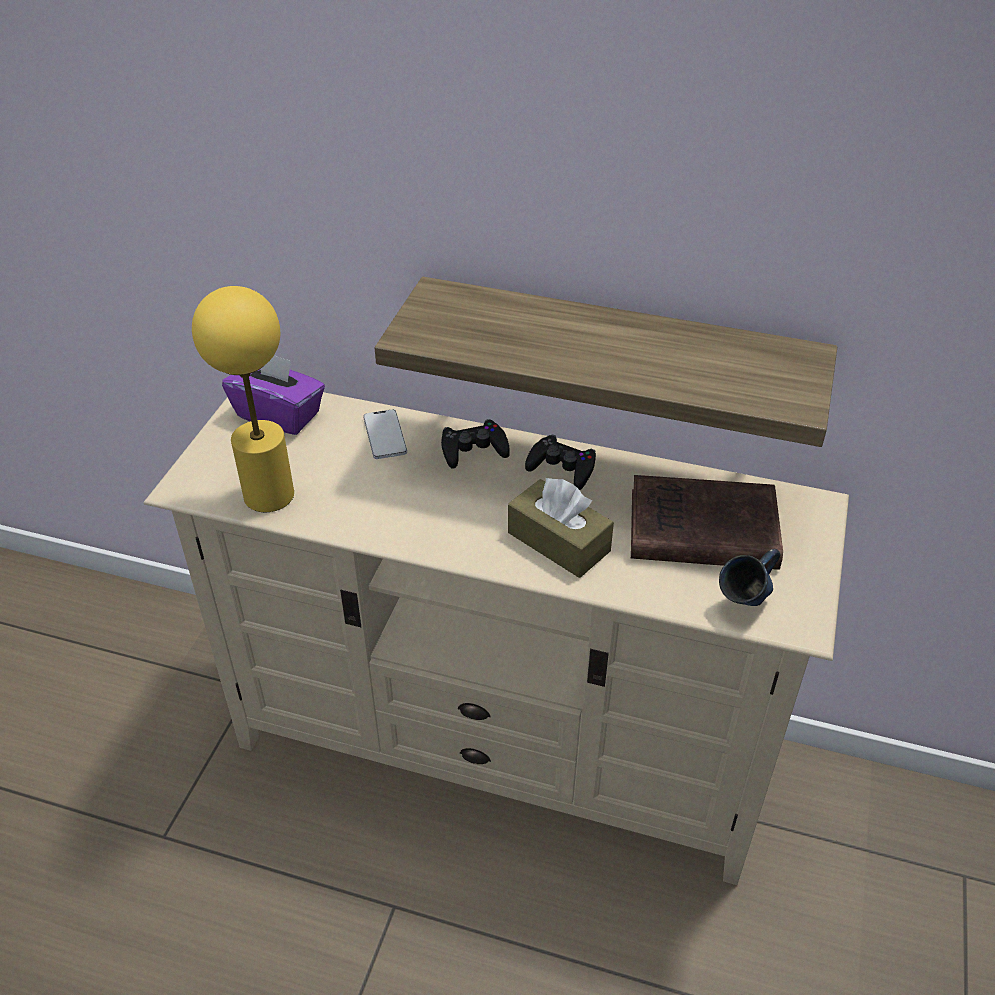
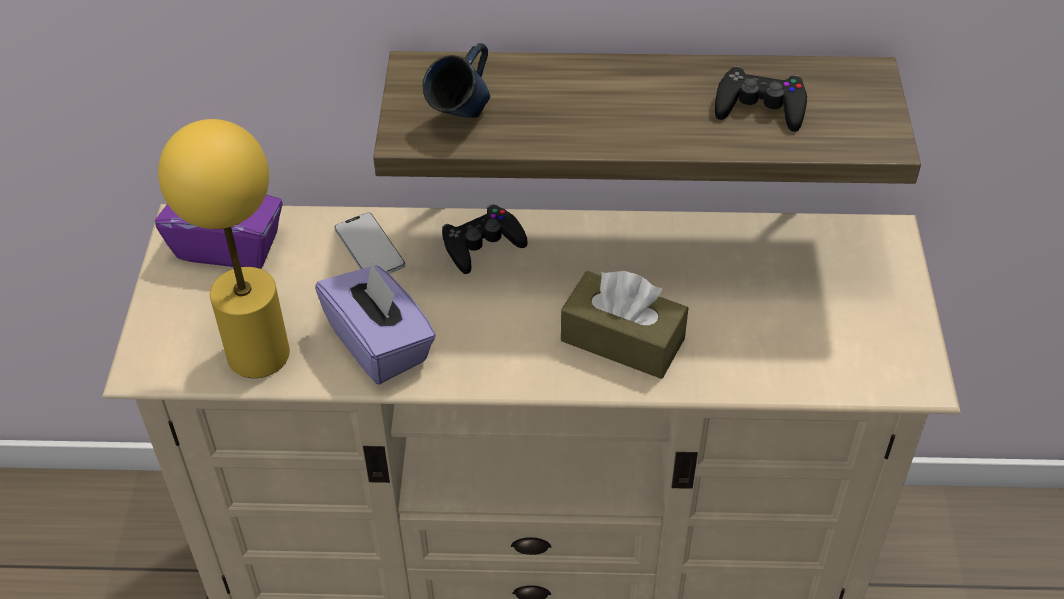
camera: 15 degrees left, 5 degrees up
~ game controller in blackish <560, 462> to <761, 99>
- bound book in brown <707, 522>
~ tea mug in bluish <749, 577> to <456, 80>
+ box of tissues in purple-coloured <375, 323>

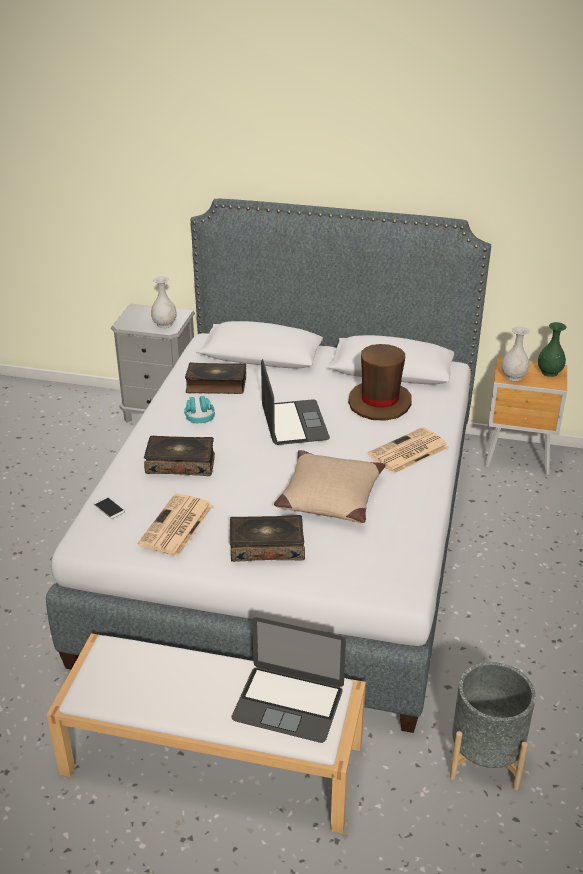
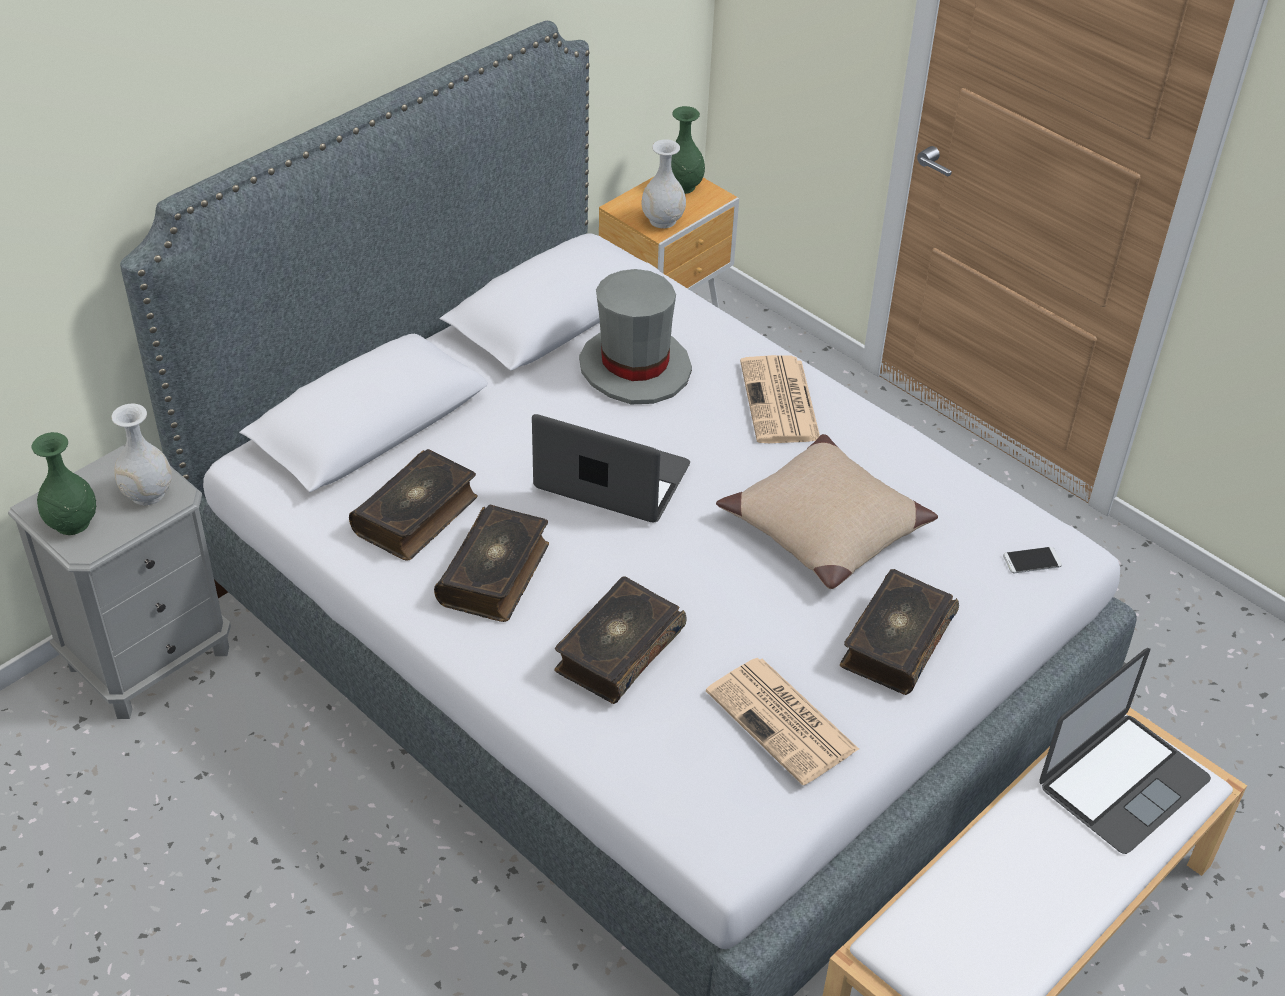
camera: 60 degrees left, 10 degrees up
~ phone <109, 508> to <1032, 560>
~ pair of headphones in blue-green <199, 409> to bound book <491, 563>
~ wearable hat in brown <380, 382> to wearable hat in gray <635, 336>
- planter in gray <493, 726>
+ vase in greenish <64, 483>

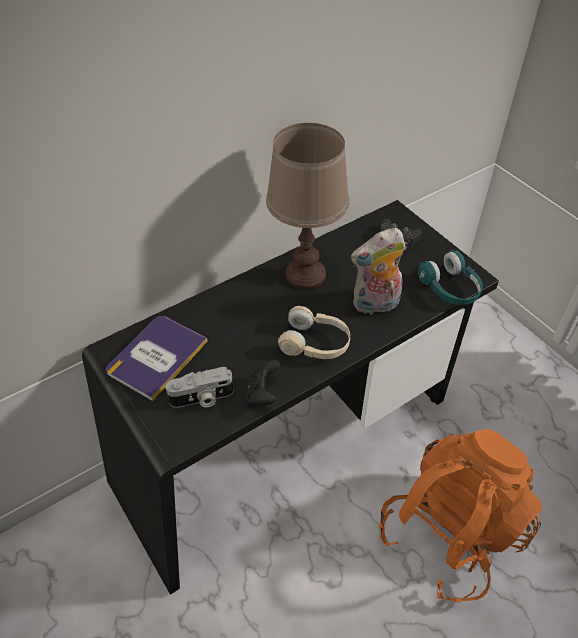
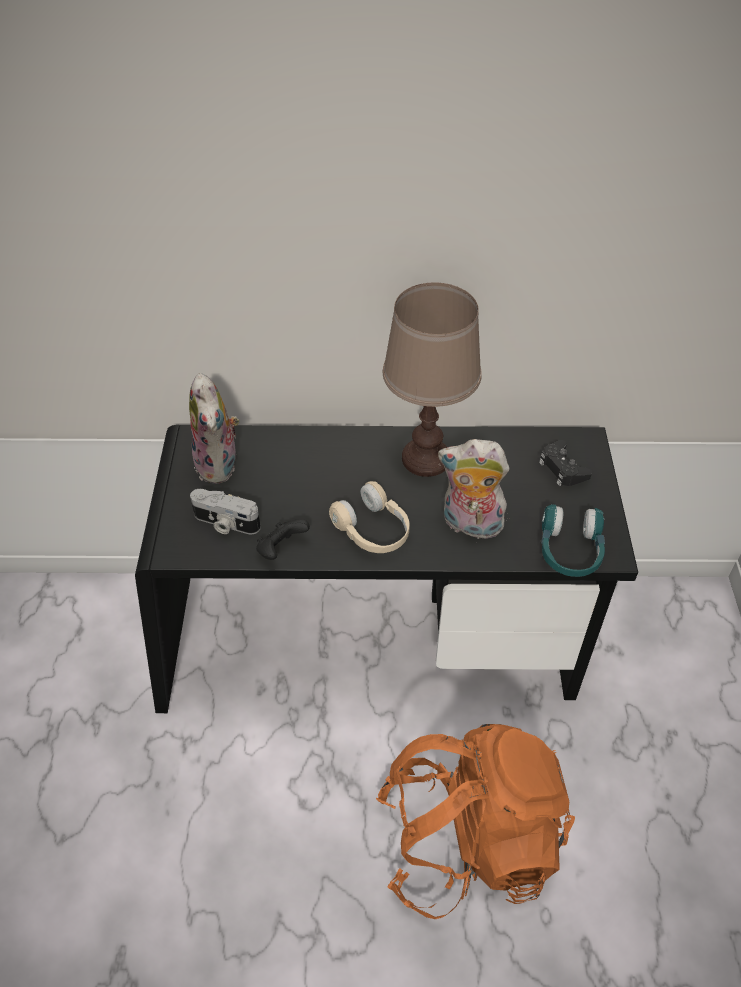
camera: 35 degrees right, 0 degrees up
~ bound book <157, 358> to soft toy <214, 428>

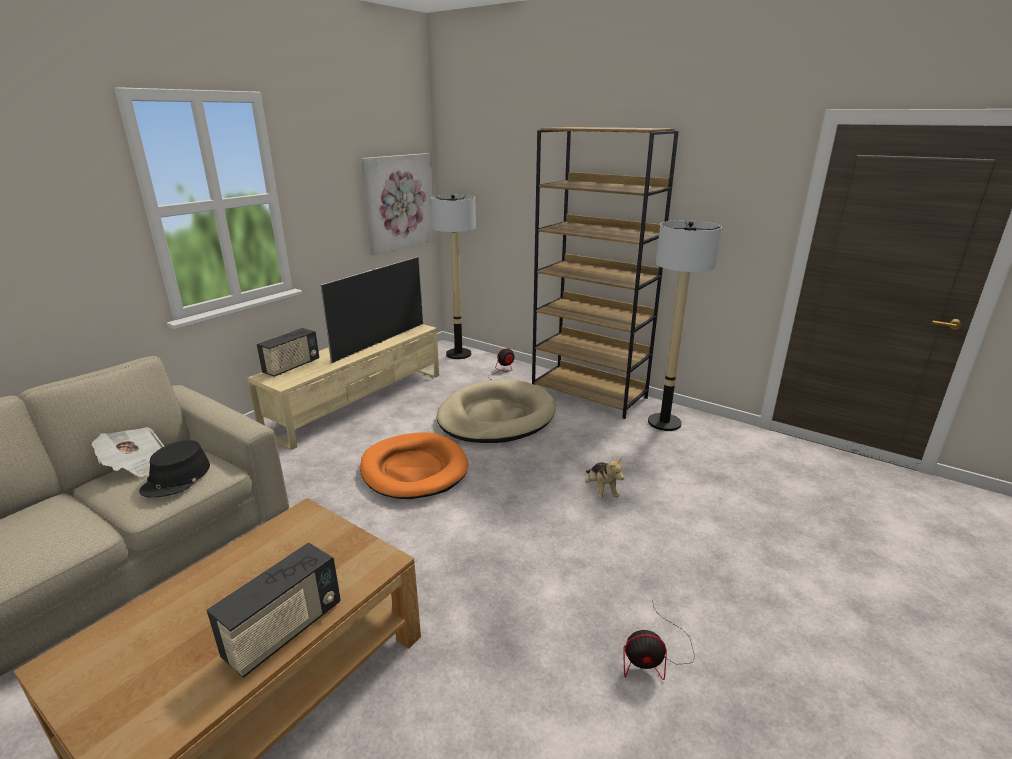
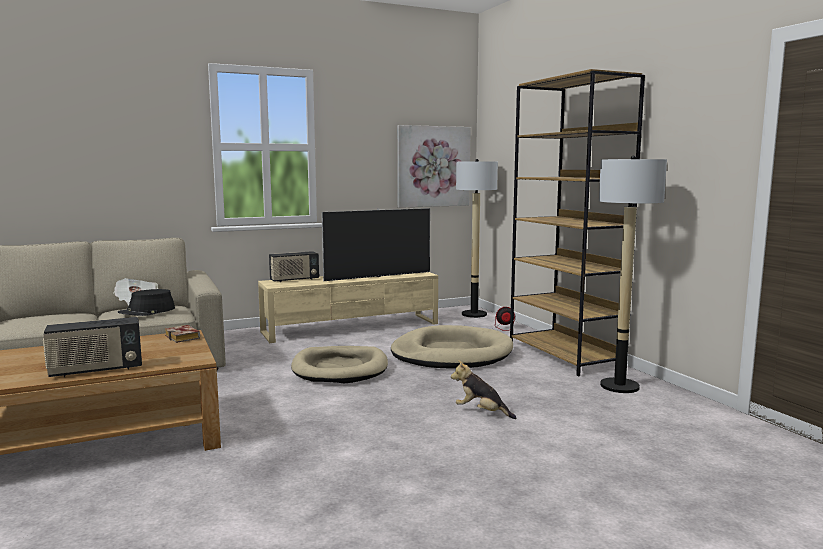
camera: 30 degrees right, 15 degrees down
~ dog bed in orange <414, 466> to dog bed in beige-coloured <339, 364>
~ soft toy <604, 477> = <484, 389> 105 degrees clockwise
- fan <659, 640>
+ bound book <182, 334>

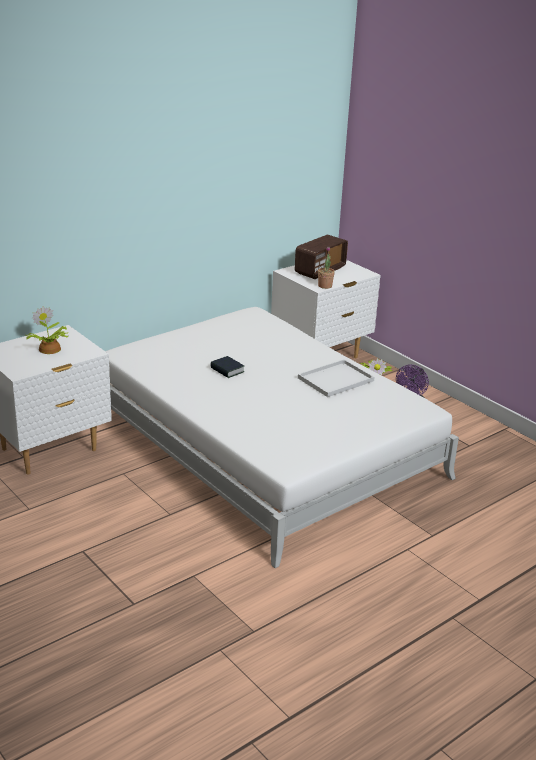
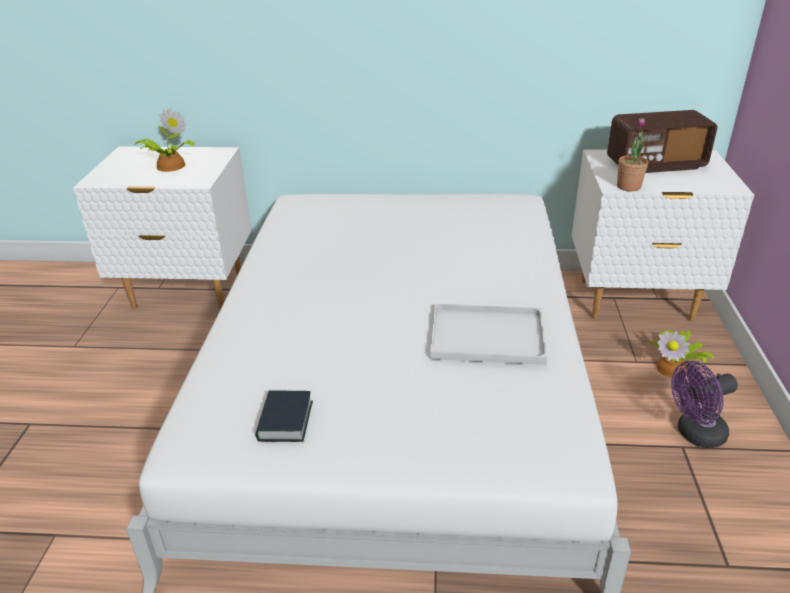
camera: 45 degrees right, 5 degrees up
~ bound book <227, 367> to <284, 416>

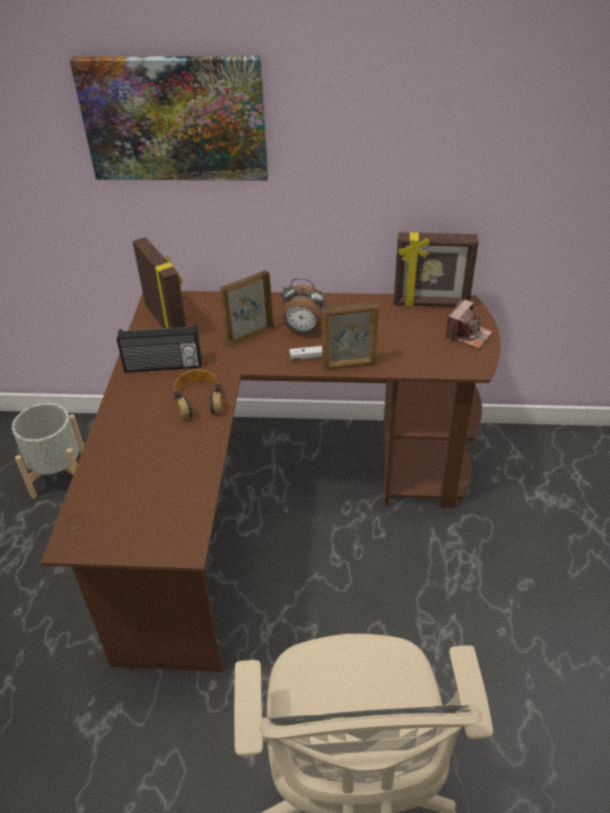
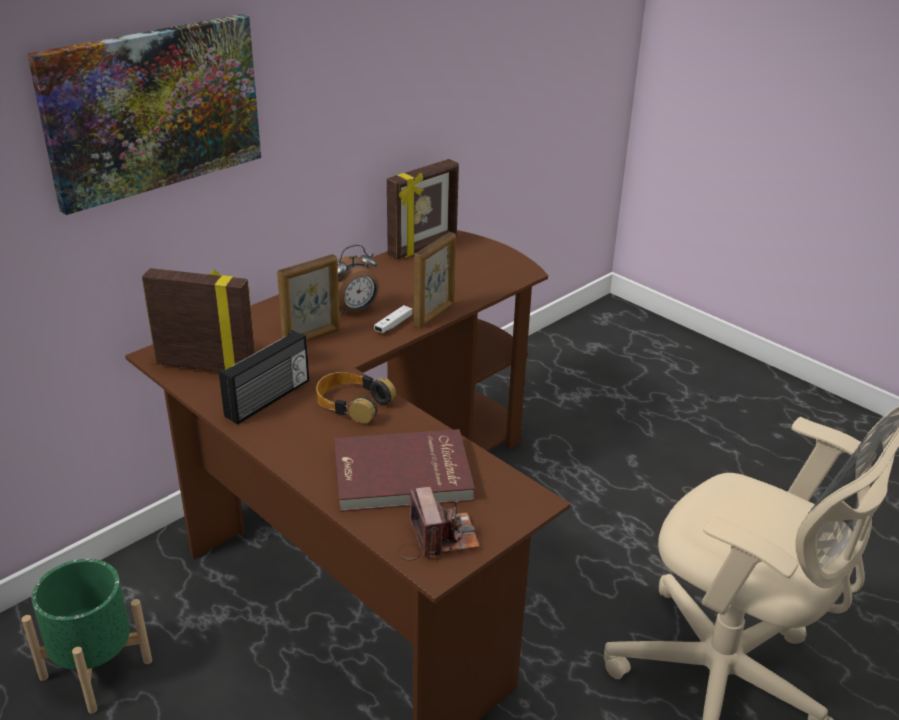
camera: 50 degrees left, 10 degrees down
~ planter in gray <48, 451> to planter in greenish <86, 636>
~ standing frame <247, 309> = <308, 297> 135 degrees counterclockwise
~ photo camera <469, 324> to <445, 523>
+ bound book in red <404, 470>

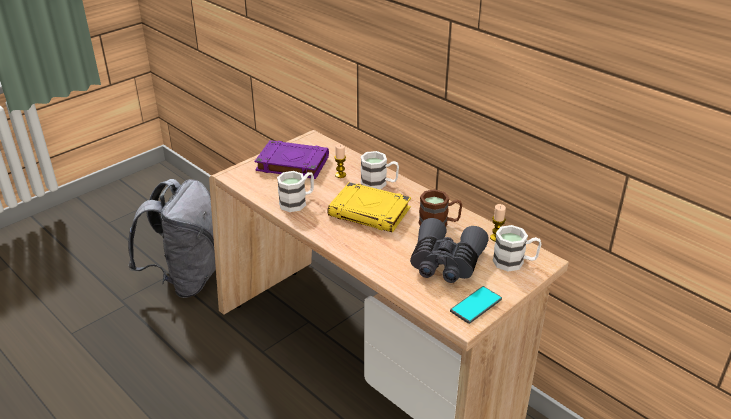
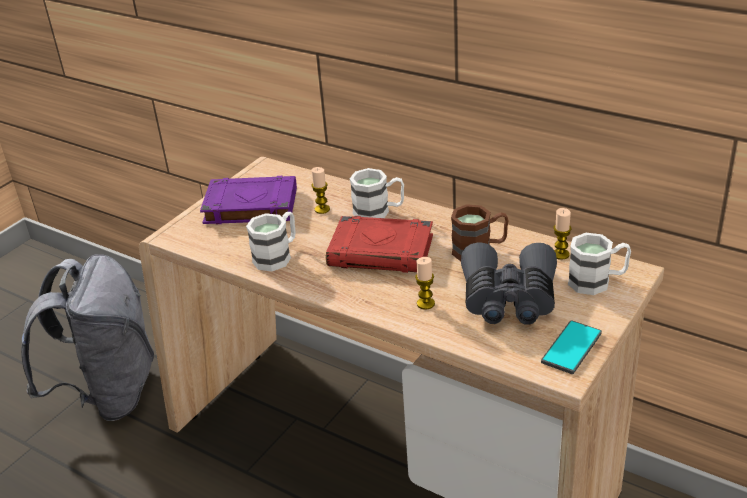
camera: 10 degrees left, 0 degrees up
~ bound book in yellowish <369, 207> to bound book in red <379, 244>
+ wax candle <425, 283>

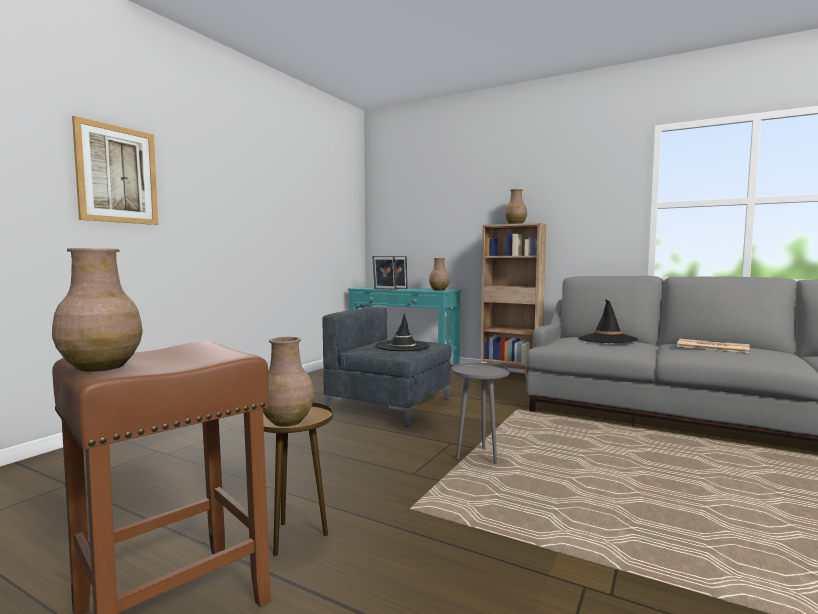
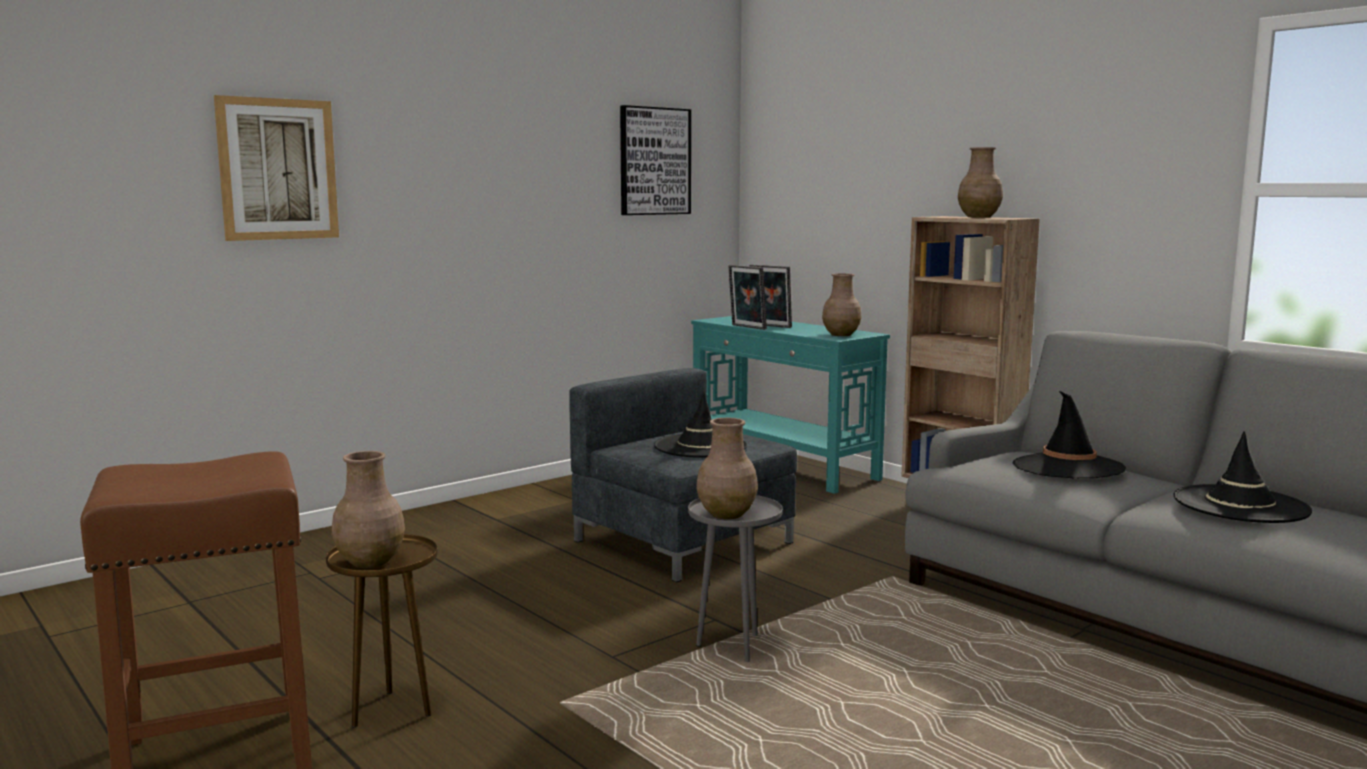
camera: 20 degrees right, 5 degrees up
~ vase in brown <97, 310> to <727, 468>
~ printed paper <713, 346> to wearable hat in blackish <1243, 477>
+ wall art <655, 160>

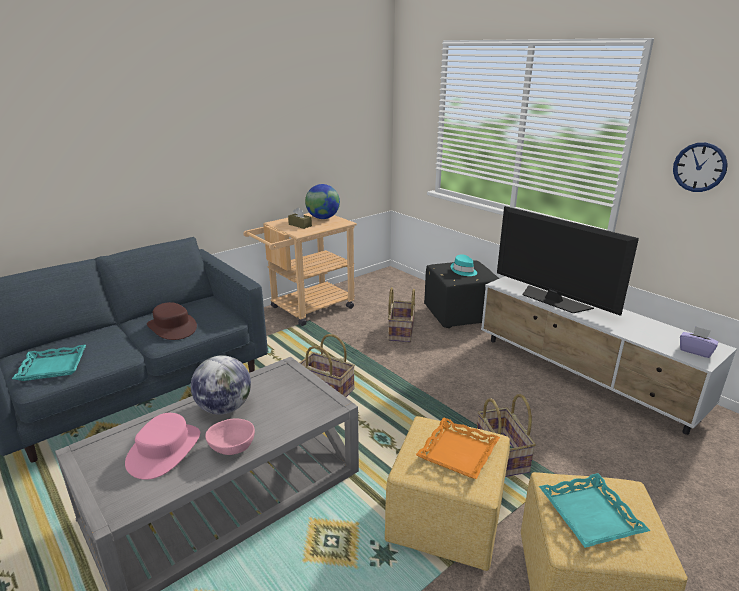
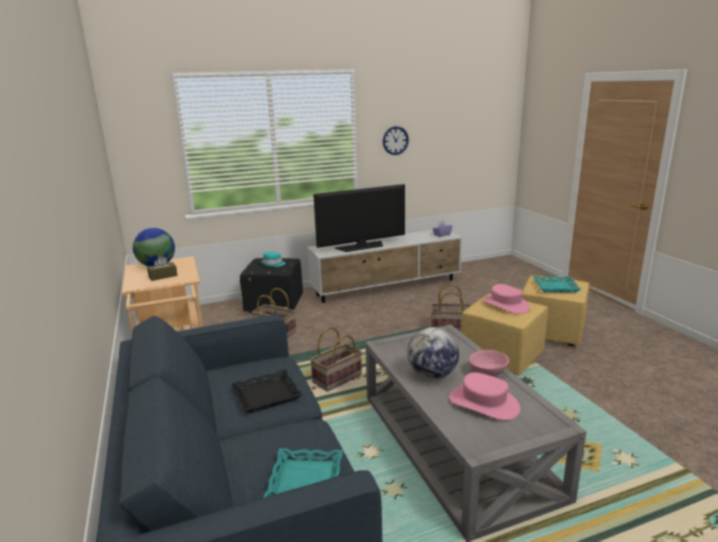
camera: 70 degrees left, 5 degrees down
~ wearable hat in brown <172, 321> to carrying tray in blackish <267, 391>
~ carrying tray in orange <458, 448> to wearable hat in pinkish <506, 299>

